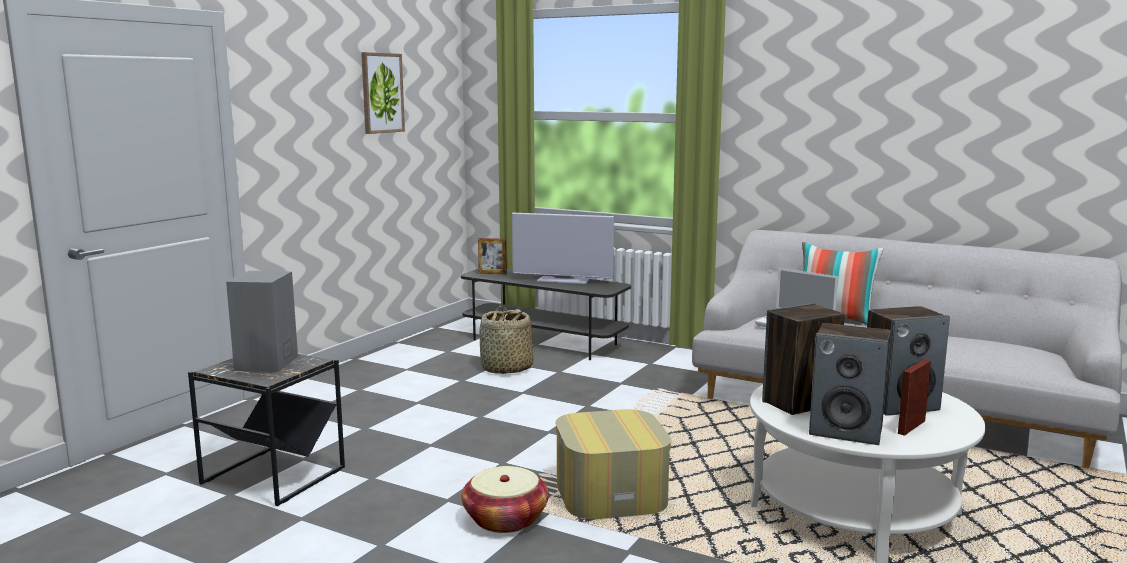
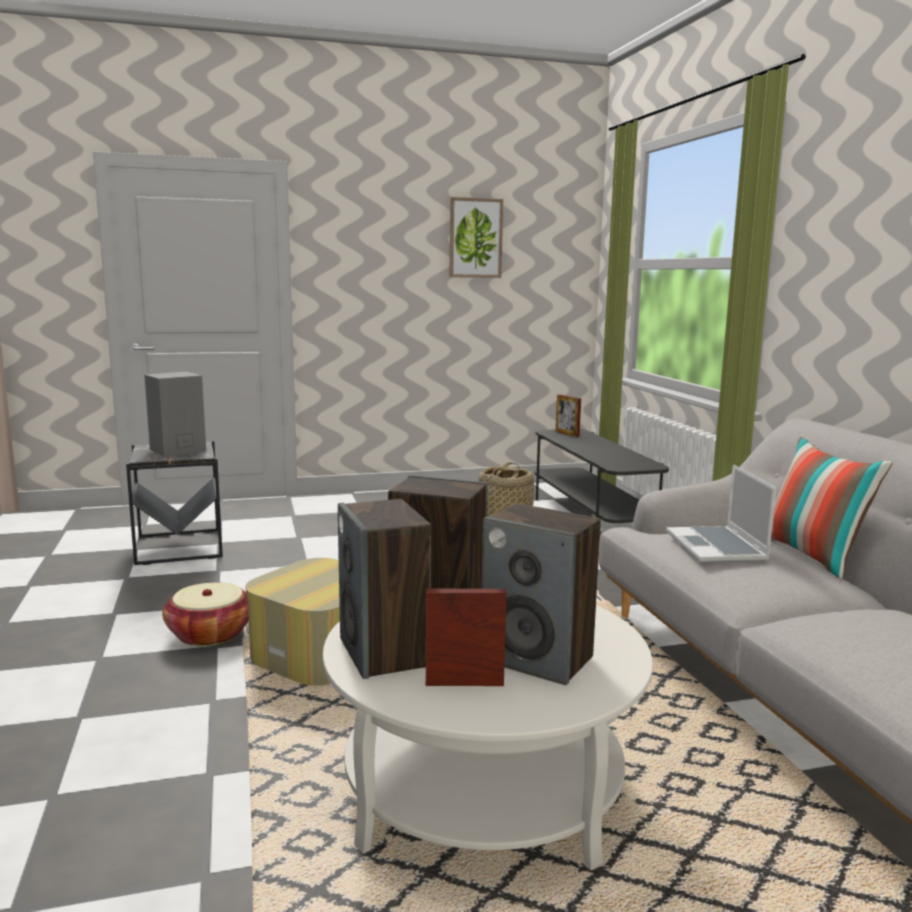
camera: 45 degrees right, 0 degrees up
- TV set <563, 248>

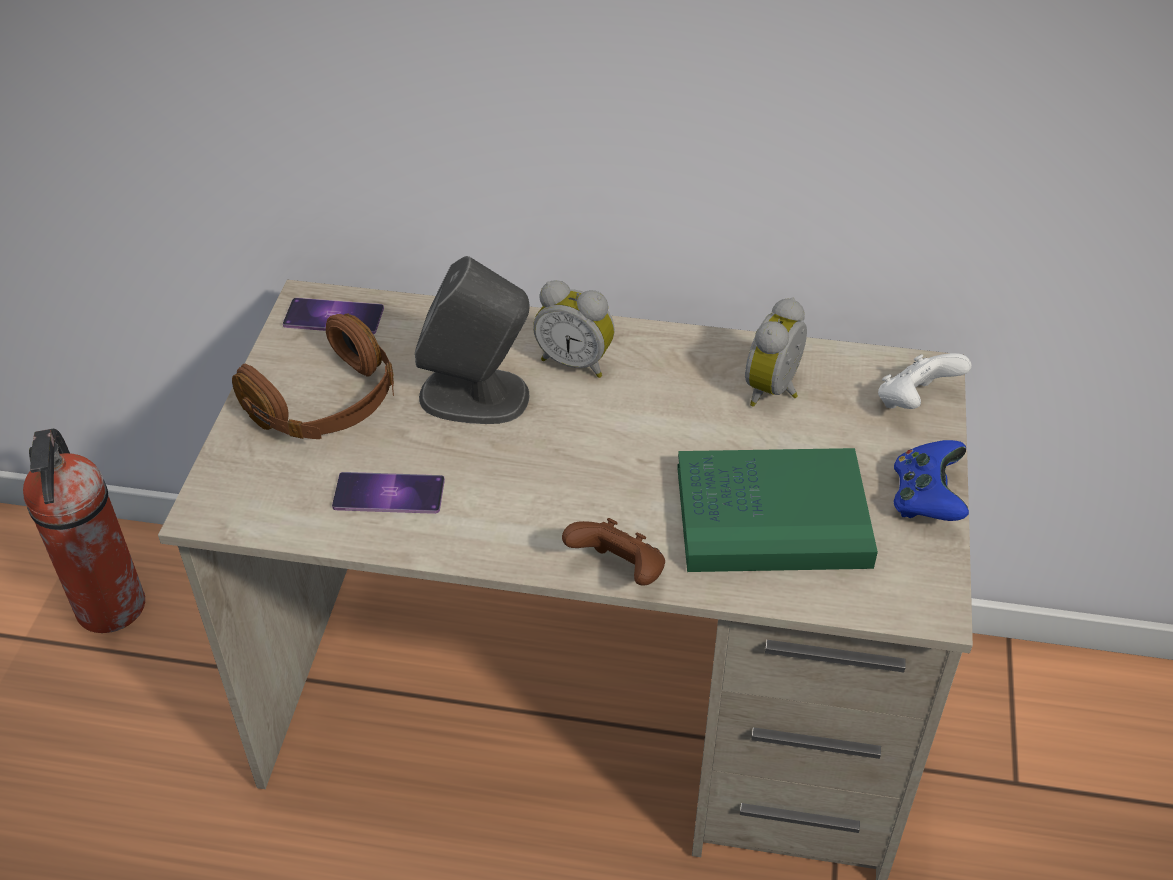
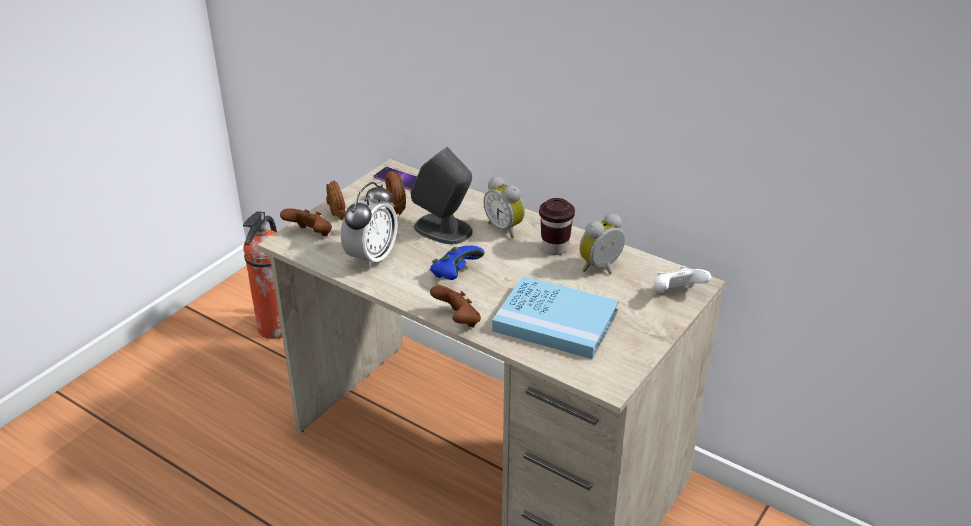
camera: 25 degrees right, 10 degrees down
~ phone <388, 493> to table clock <369, 226>
~ bound book in greenish <777, 510> to bound book in bluish <555, 317>
~ game controller in bluish <931, 480> to <457, 263>
+ game controller in brown <306, 222>
+ cup in brown <557, 226>

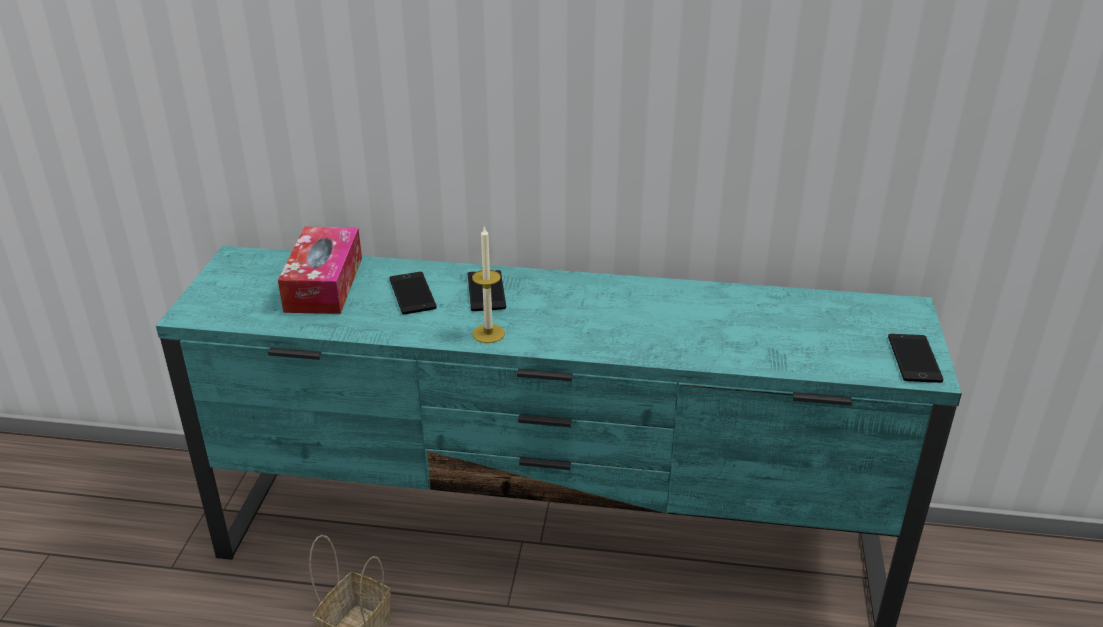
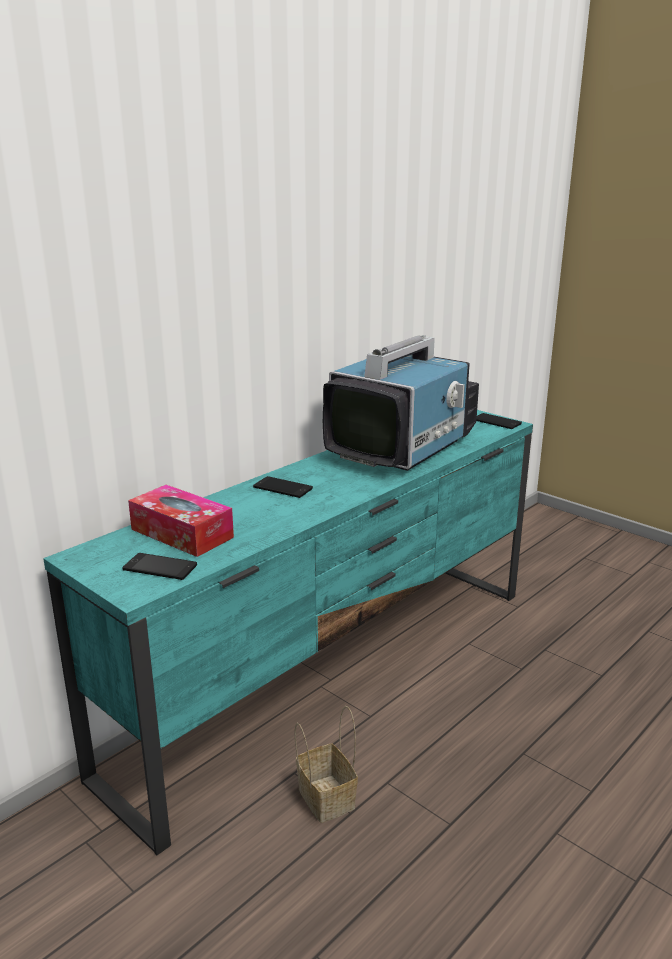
camera: 55 degrees left, 10 degrees down
~ phone <413, 293> to <159, 566>
- wax candle <488, 284>
+ TV set <401, 403>

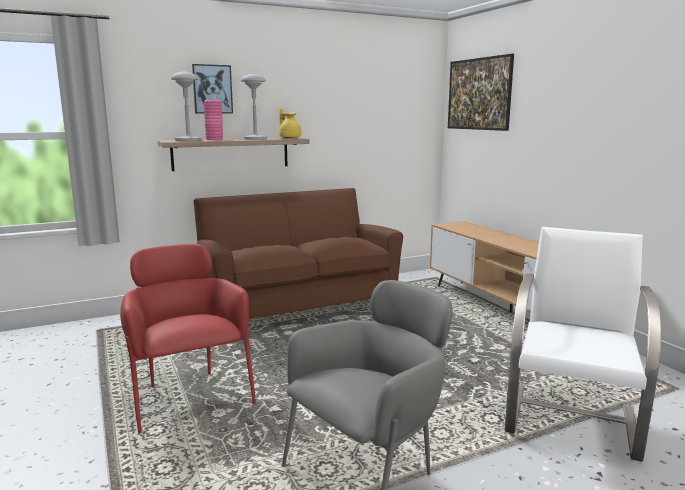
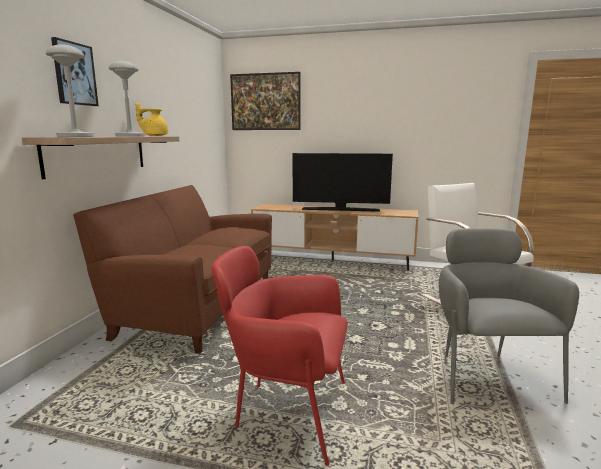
camera: 50 degrees left, 0 degrees up
- vase in pinkish <213, 120>
+ TV set <343, 182>

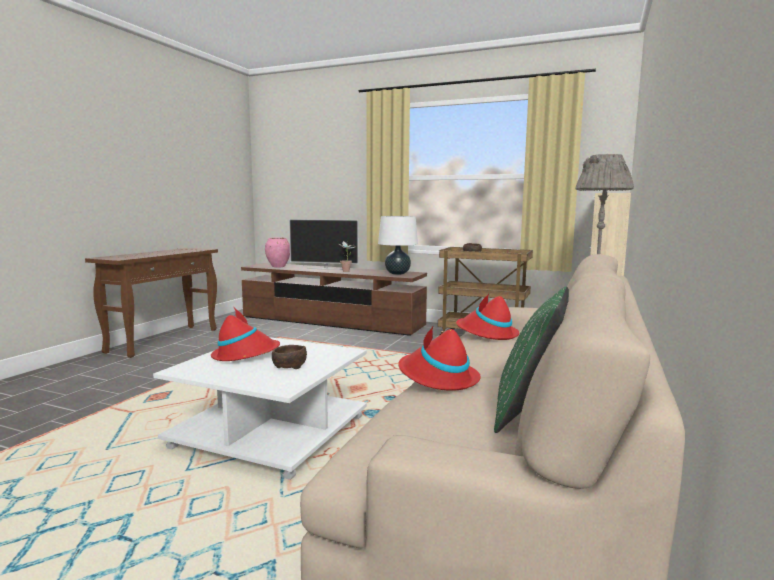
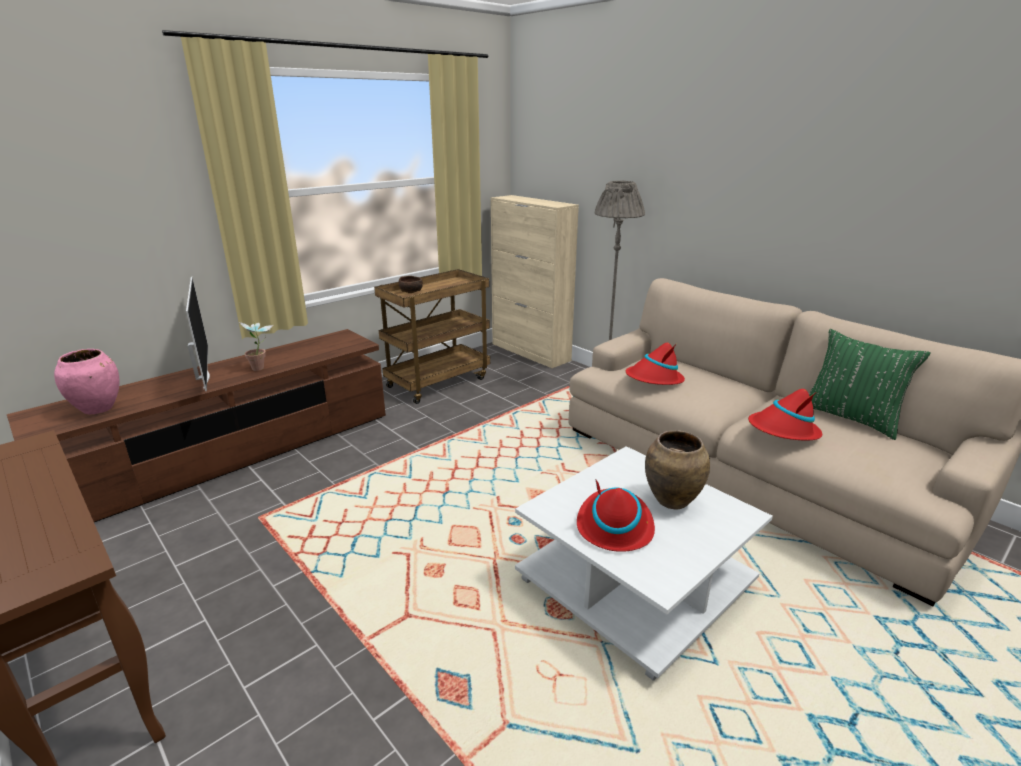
camera: 65 degrees left, 15 degrees up
~ bowl in brown <289, 357> to vase in brown <677, 469>
~ TV set <324, 244> = <198, 334> 60 degrees counterclockwise
- lamp for a table in white-coloured <398, 245>

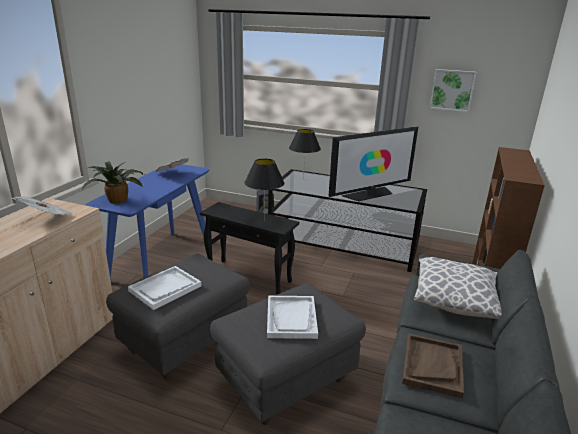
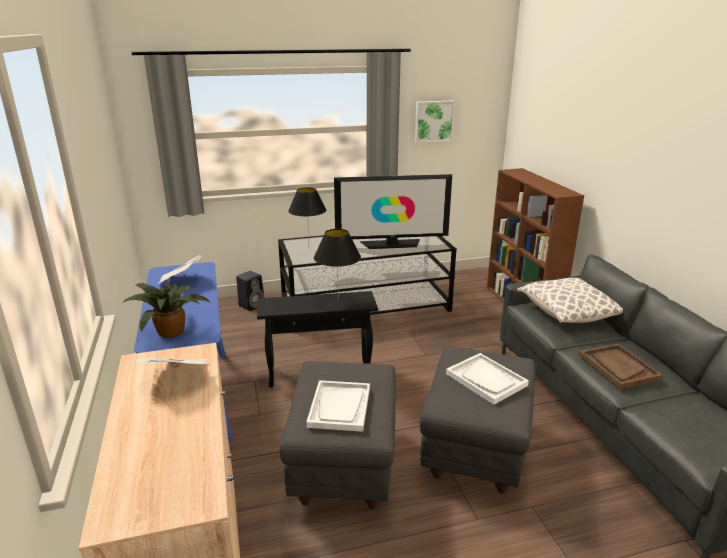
camera: 35 degrees left, 0 degrees up
~ TV set <373, 163> = <393, 211> 60 degrees clockwise

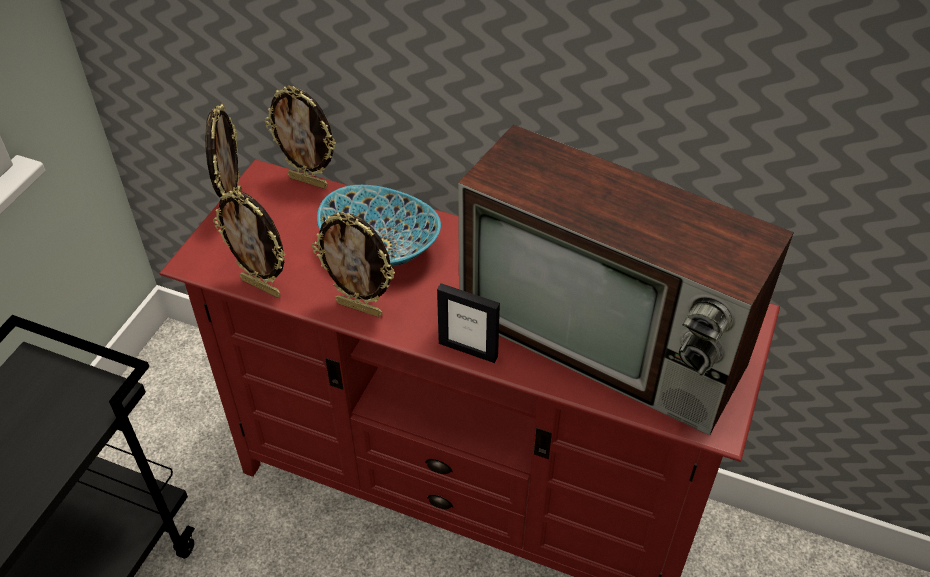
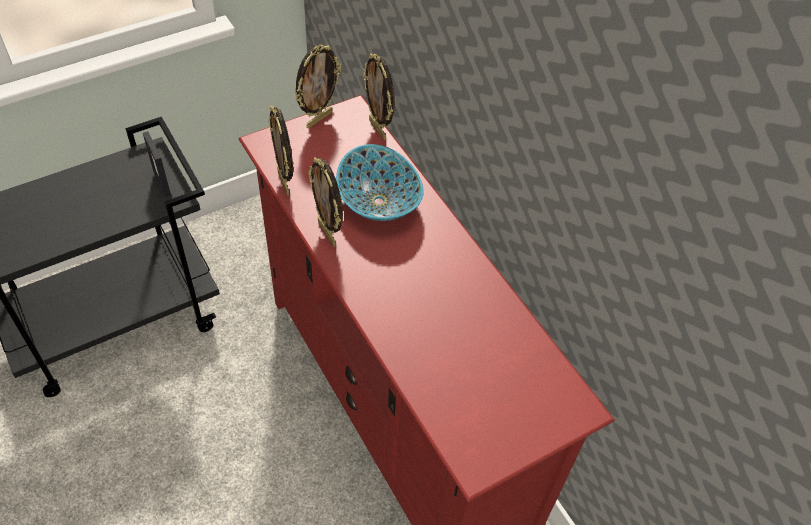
camera: 35 degrees right, 5 degrees up
~ standing frame <468, 323> to <157, 164>
- TV set <626, 280>

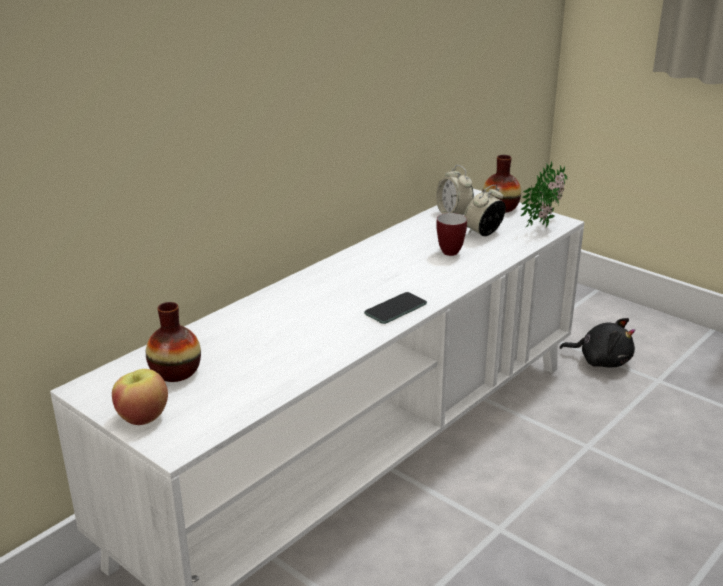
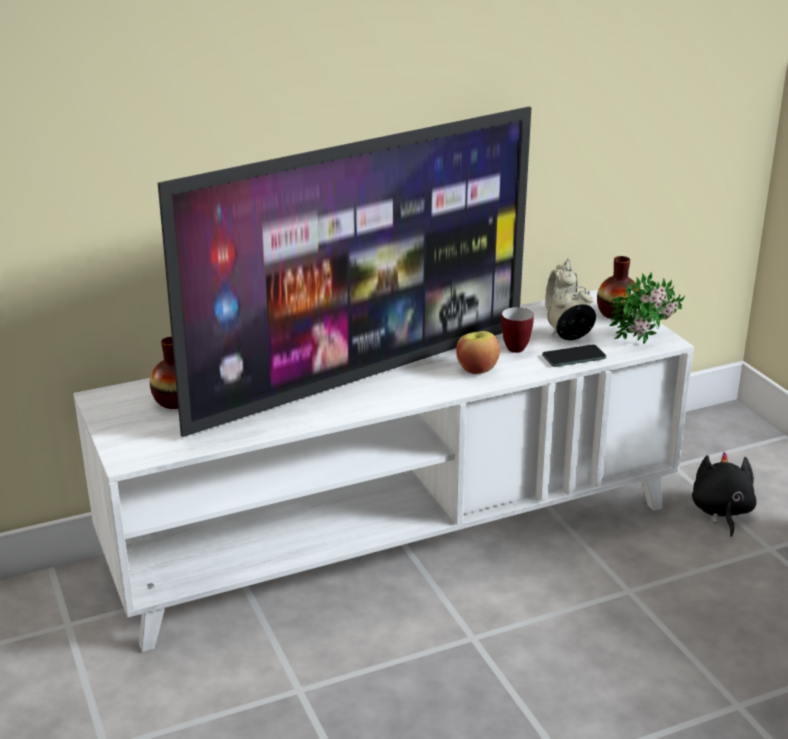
camera: 25 degrees right, 0 degrees up
~ apple fruit <140, 397> to <478, 352>
~ phone <395, 308> to <574, 356>
~ soft toy in blackish <597, 343> = <724, 494> 135 degrees counterclockwise
+ TV set <344, 272>

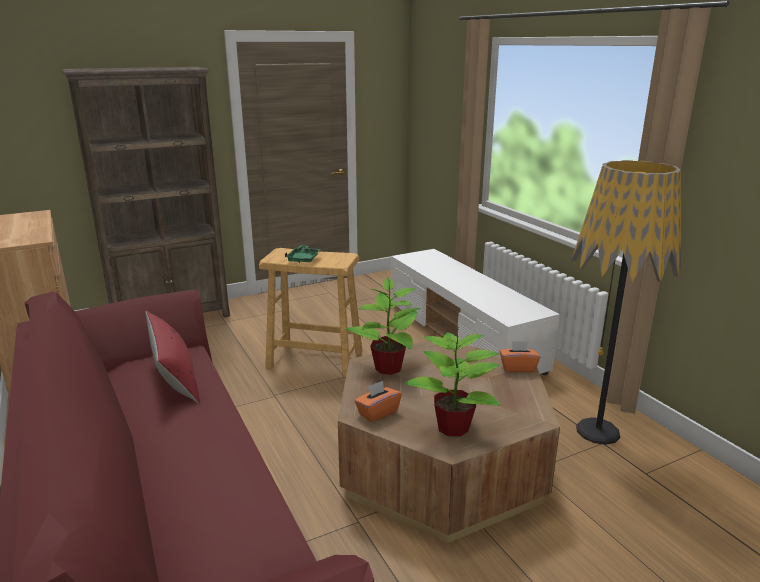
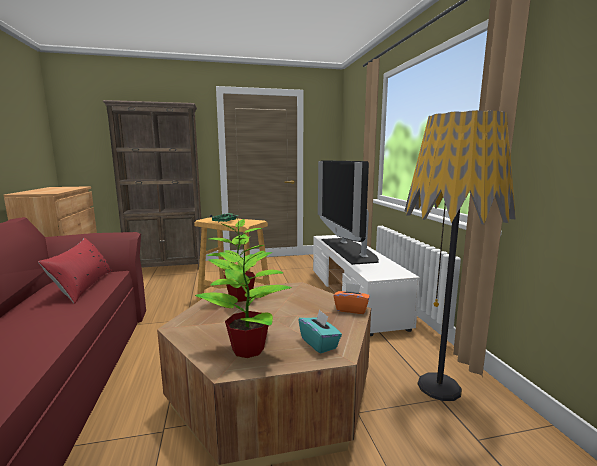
camera: 15 degrees right, 10 degrees down
- box of tissues in orange <378, 401>
+ box of tissues in blue-green <320, 332>
+ TV set <348, 212>

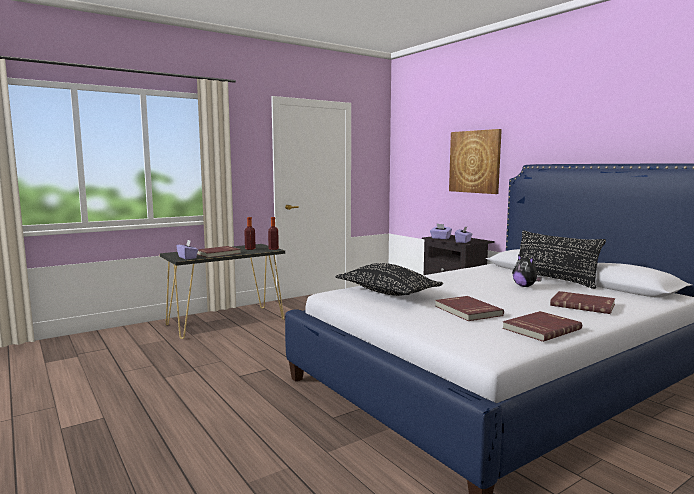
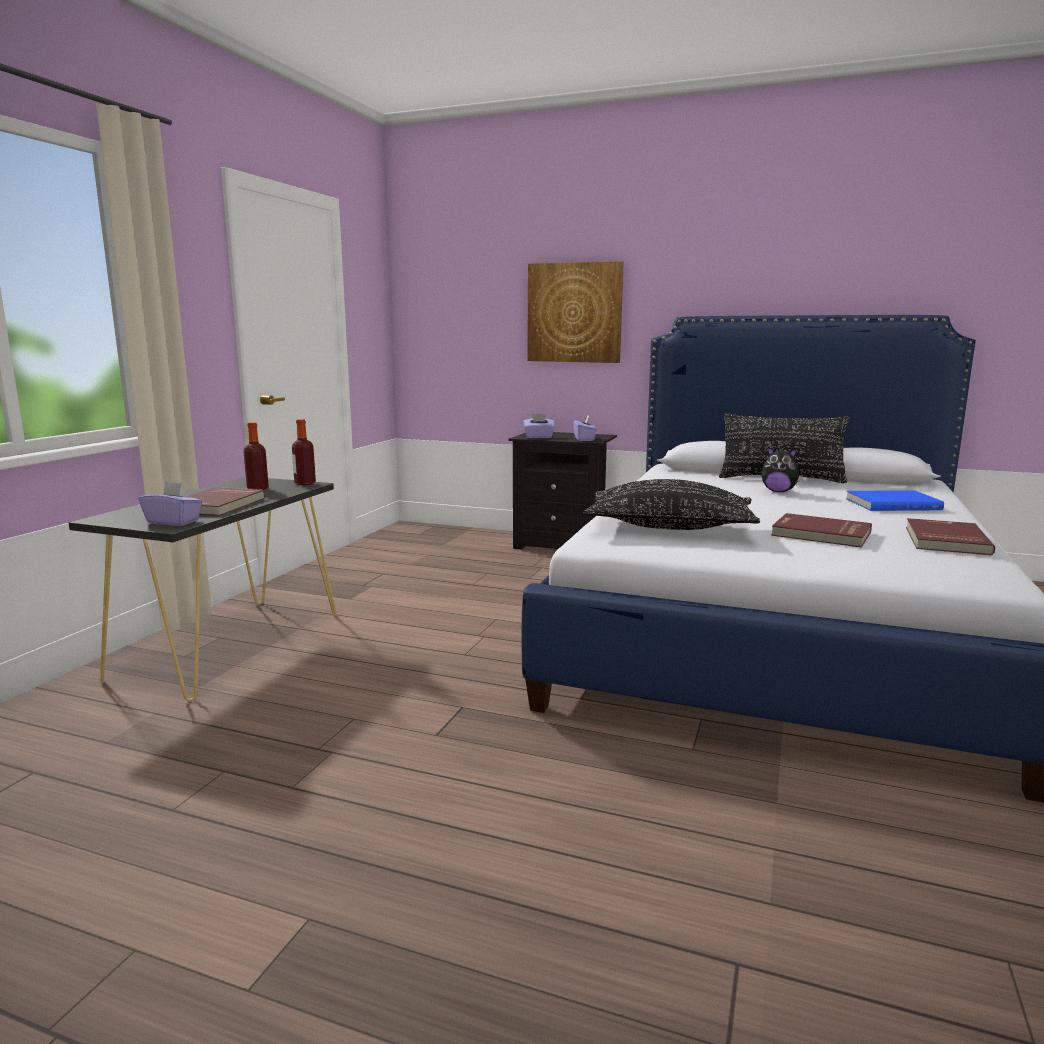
camera: 35 degrees left, 5 degrees up
~ bound book in red <582, 302> to bound book in bluish <895, 500>

